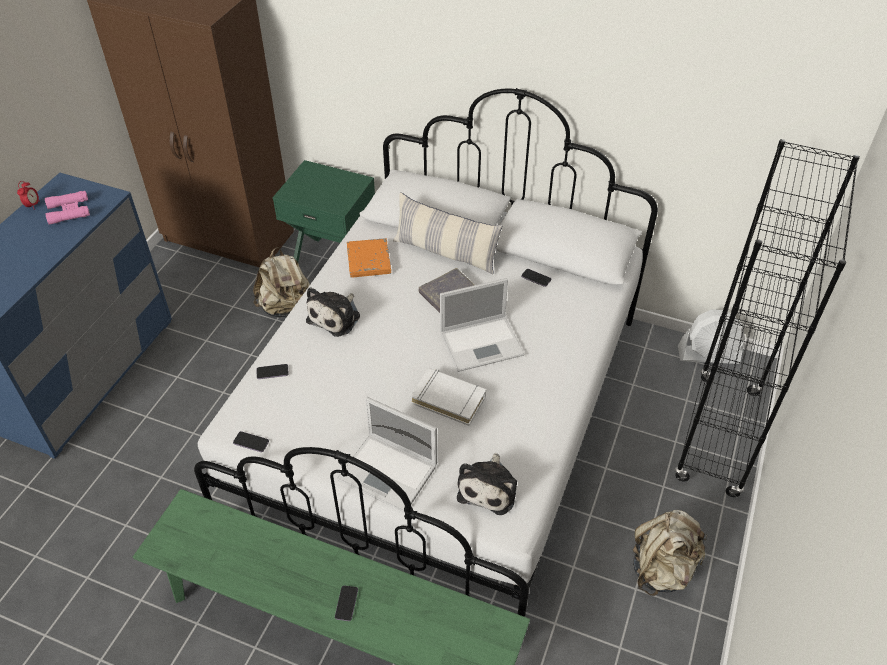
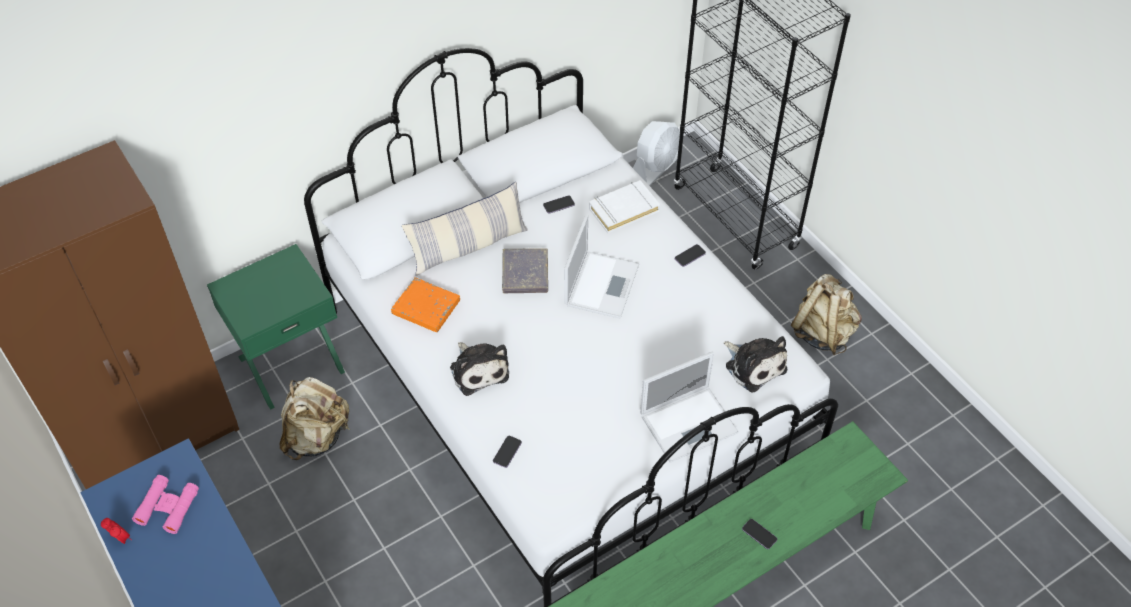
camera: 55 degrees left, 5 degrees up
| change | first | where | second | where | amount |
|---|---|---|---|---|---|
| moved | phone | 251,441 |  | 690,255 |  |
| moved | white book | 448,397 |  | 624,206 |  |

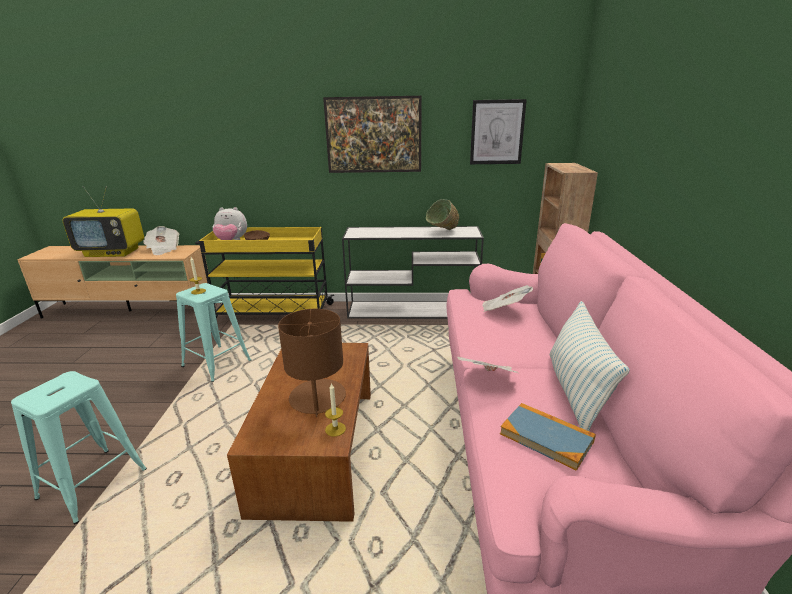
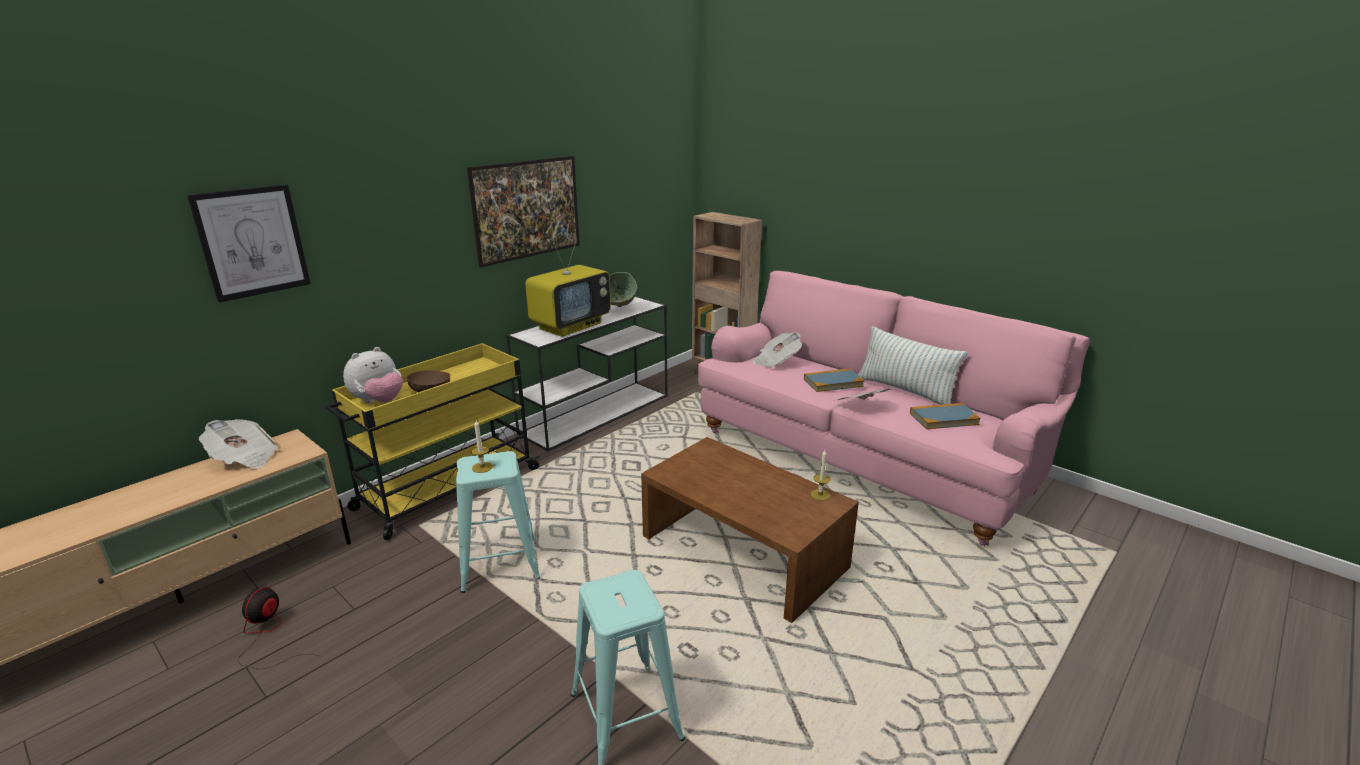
camera: 50 degrees left, 0 degrees up
| change | first | where | second | where | amount |
|---|---|---|---|---|---|
| moved | television | 103,221 |  | 568,288 |  |
| removed | brown table lamp | 312,363 |  |  |  |
| moved | picture | 498,131 |  | 249,243 |  |
| added |  |  | fan | 278,628 |  |
| added |  |  | book | 834,380 |  |

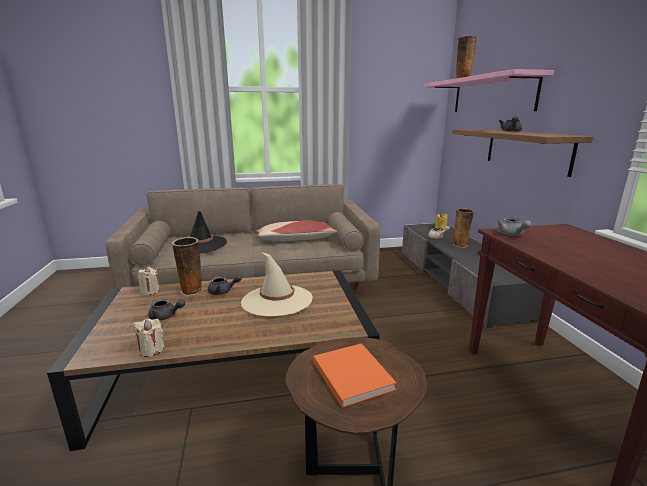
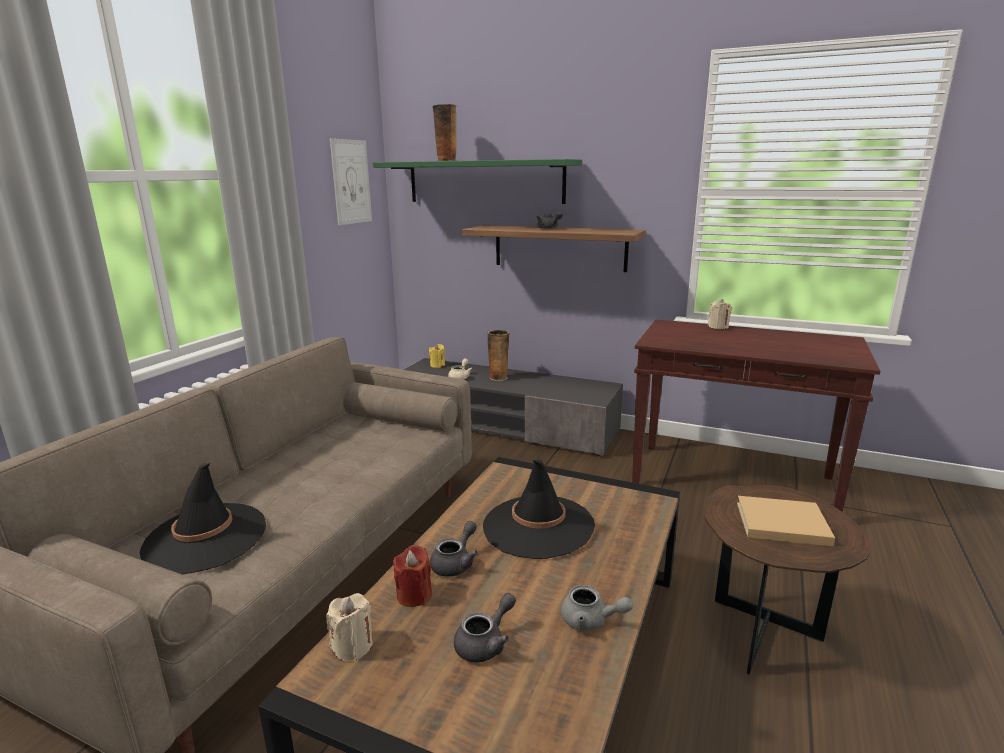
camera: 55 degrees left, 0 degrees up
| change | first | where | second | where | amount |
|---|---|---|---|---|---|
| moved | beige candle | 149,338 |  | 720,314 |  |
| replaced | vase | 187,266 | red candle | 412,576 |  |
| recoloured | beige hat | 277,284 | black hat | 539,509 |  |
| removed | pillow | 297,231 |  |  |  |
| recoloured | orange book | 355,375 | beige book | 786,521 |  |
| recoloured | pink shelf | 489,90 | green shelf | 477,181 |  |
| moved | grey teapot | 514,226 |  | 597,608 |  |
| added |  |  | picture | 351,181 |  |

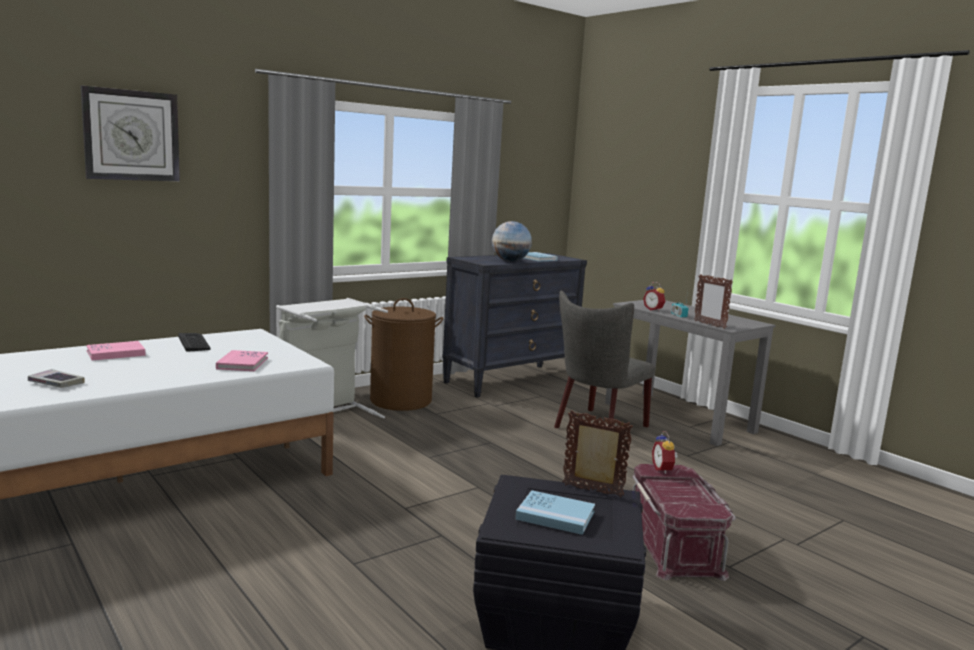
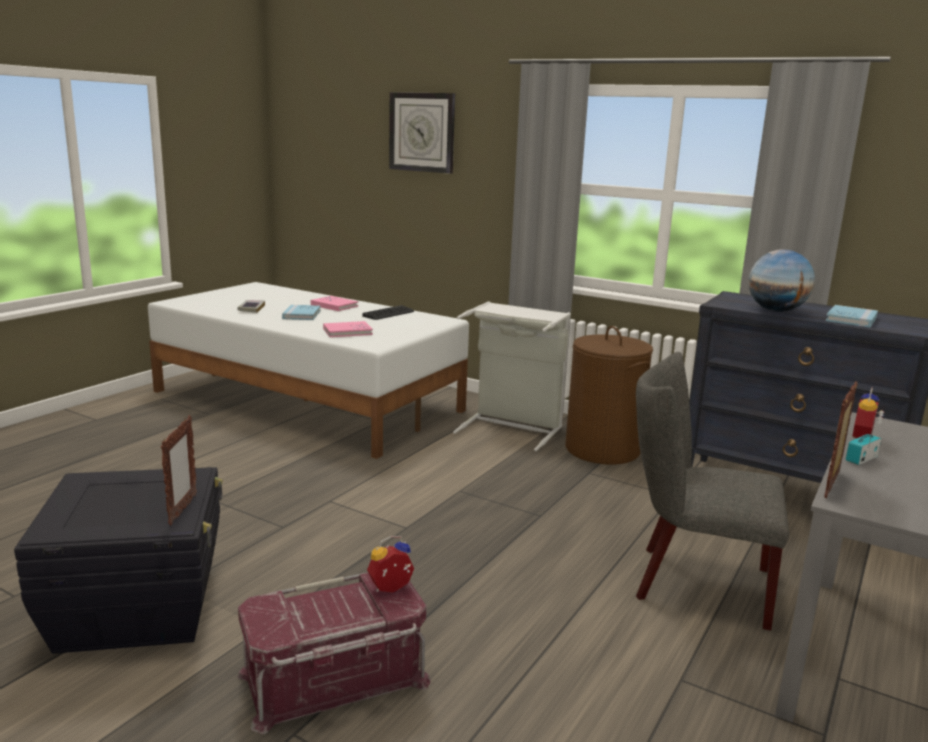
camera: 70 degrees right, 5 degrees up
| change | first | where | second | where | amount |
|---|---|---|---|---|---|
| moved | blue book | 555,512 |  | 301,312 |  |

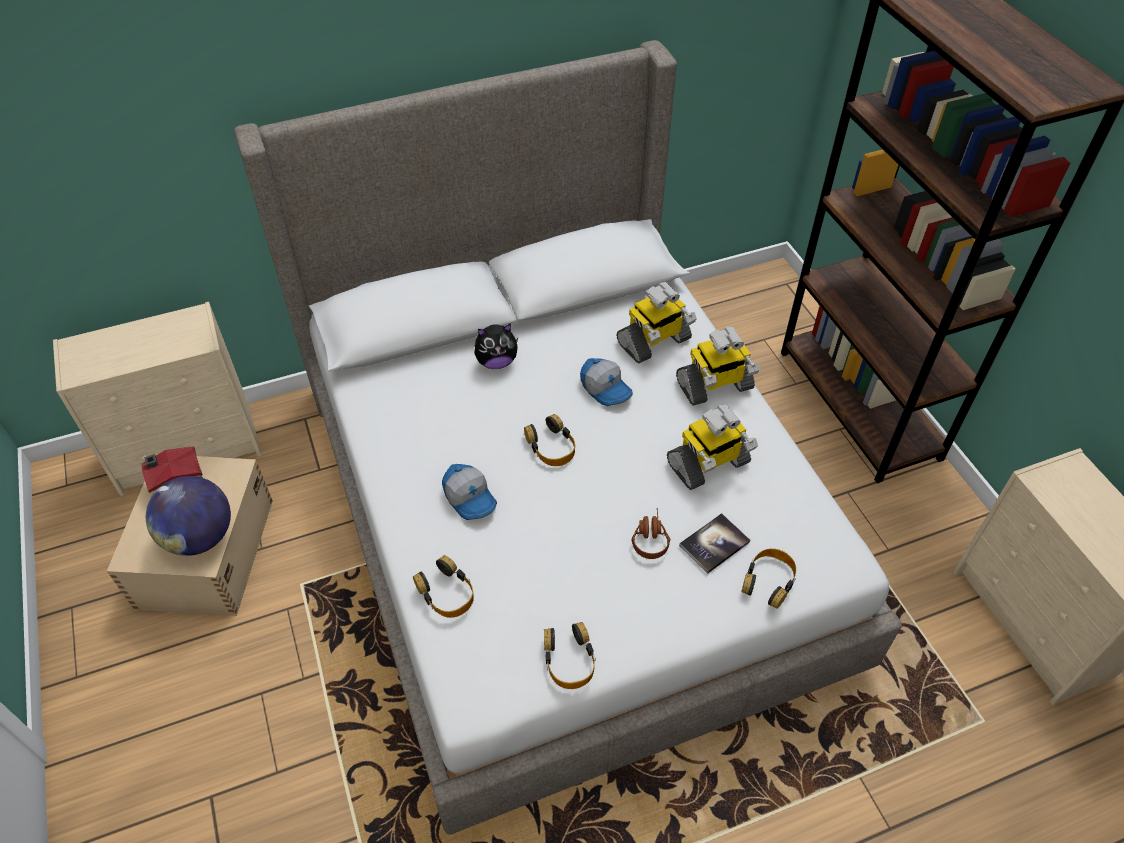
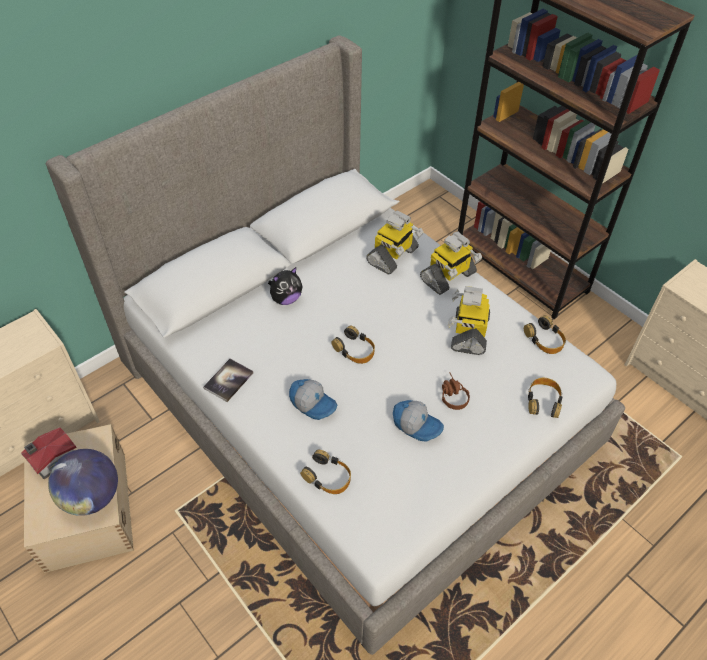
camera: 20 degrees left, 0 degrees up
| change | first | where | second | where | amount |
|---|---|---|---|---|---|
| moved | headphones | 570,655 |  | 545,334 |  |
| moved | cap | 606,382 |  | 418,421 |  |
| turned | toy robot | 712,447 |  | 469,320 | 150 degrees clockwise |
| moved | book | 714,543 |  | 228,380 |  |

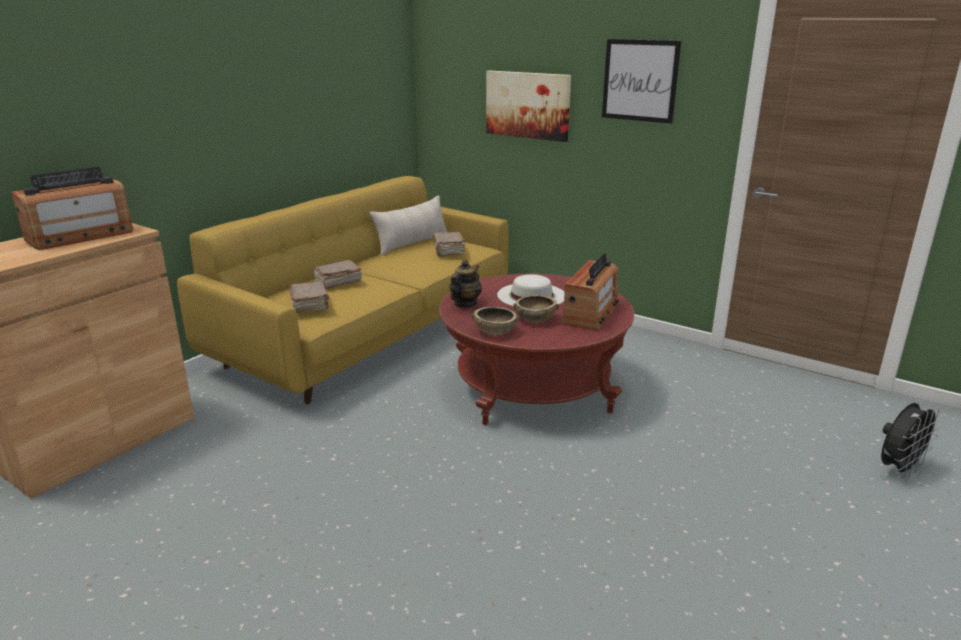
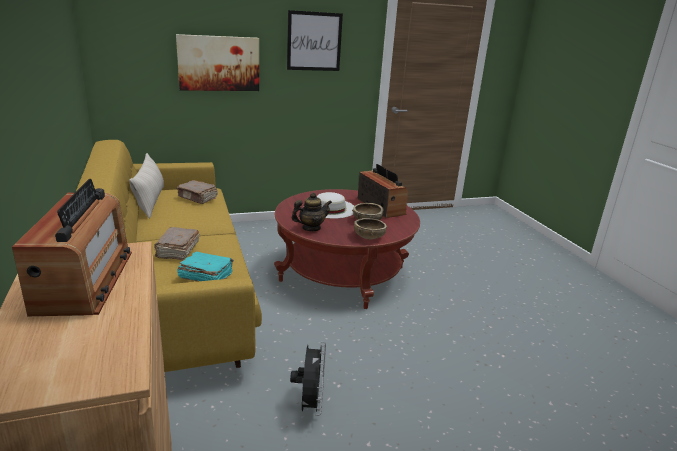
camera: 55 degrees left, 0 degrees up
| change | first | where | second | where | amount |
|---|---|---|---|---|---|
| recoloured | brown book | 309,297 | turquoise book | 205,266 |  |
| turned | teapot | 465,284 |  | 312,211 | 90 degrees clockwise |
| moved | black fan | 912,440 |  | 308,379 |  |

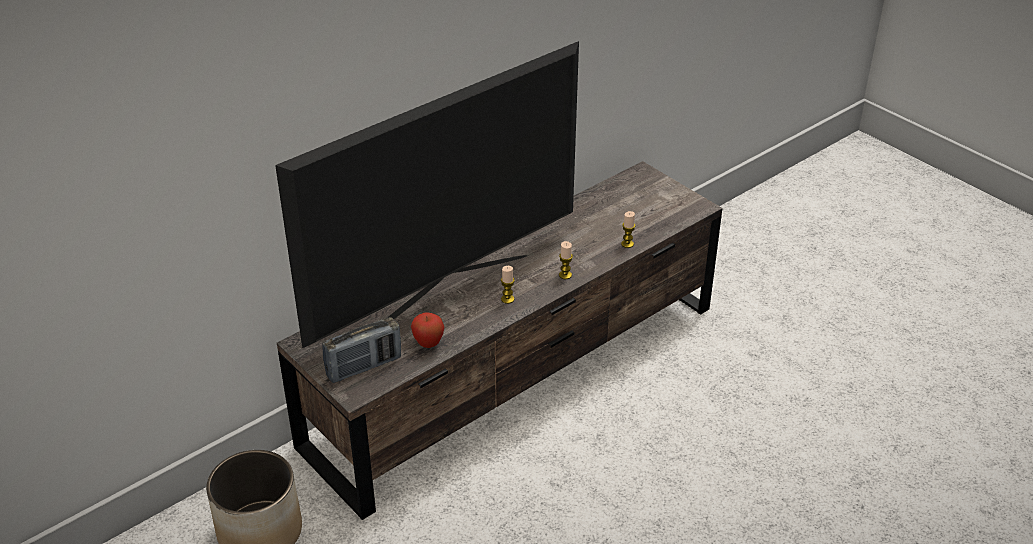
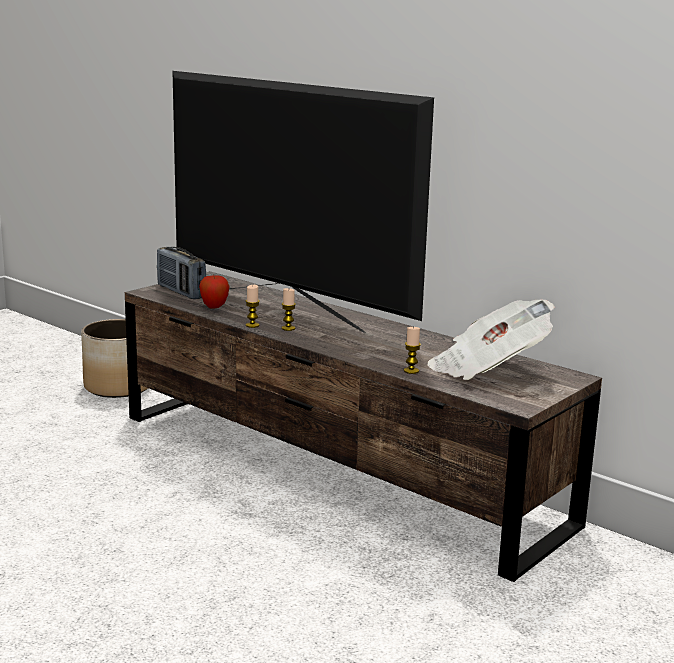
camera: 80 degrees right, 20 degrees down
| change | first | where | second | where | amount |
|---|---|---|---|---|---|
| moved | candle | 566,260 |  | 253,306 |  |
| added |  |  | newspaper | 491,339 |  |

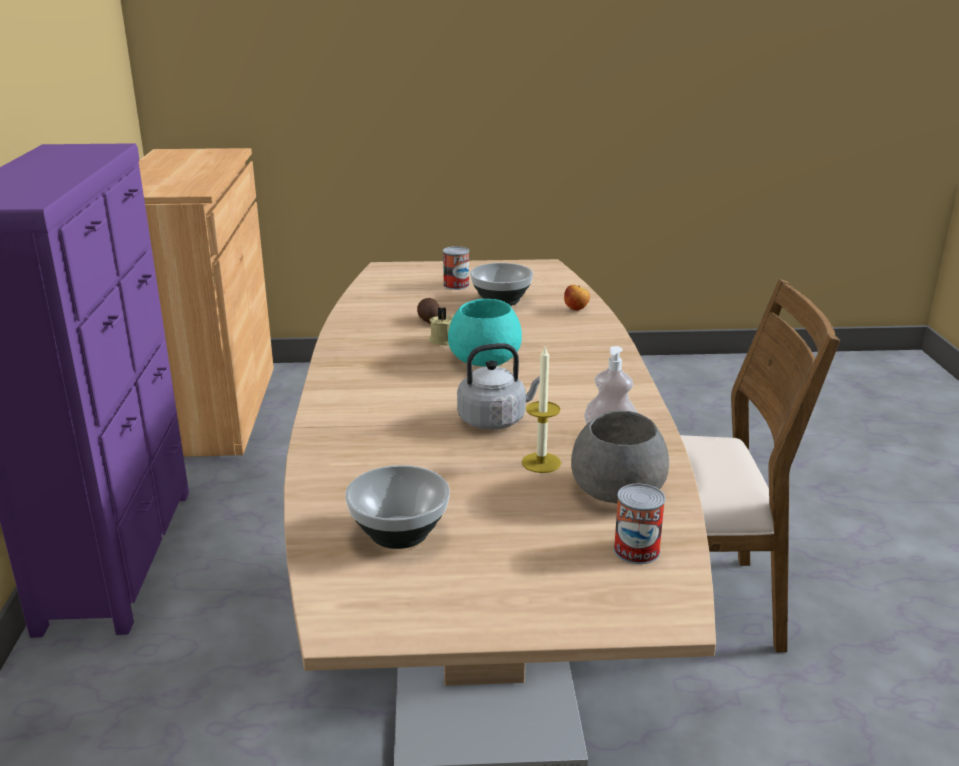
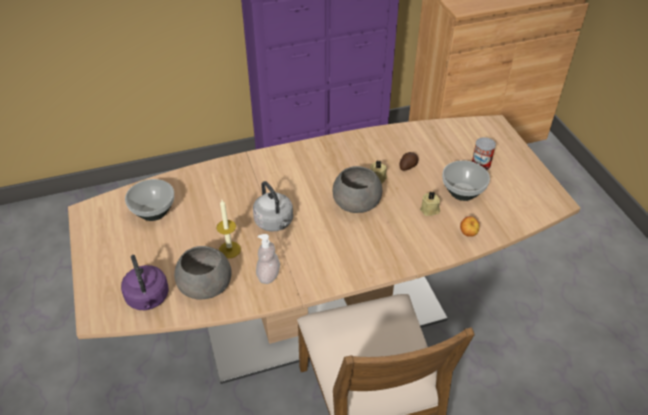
camera: 75 degrees right, 20 degrees up
| change | first | where | second | where | amount |
|---|---|---|---|---|---|
| recoloured | turquoise bowl | 485,333 | grey bowl | 357,189 |  |
| replaced | can | 639,523 | purple kettle | 145,282 |  |
| added |  |  | beige candle | 430,204 |  |

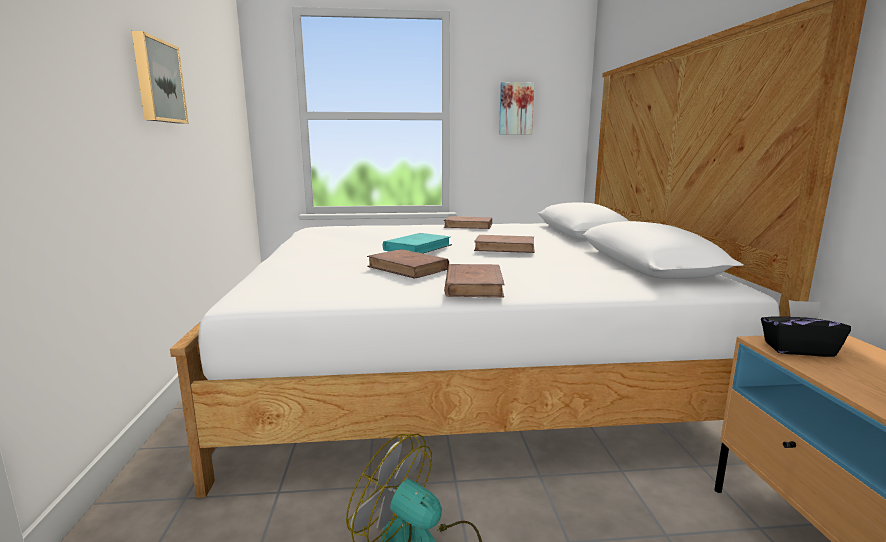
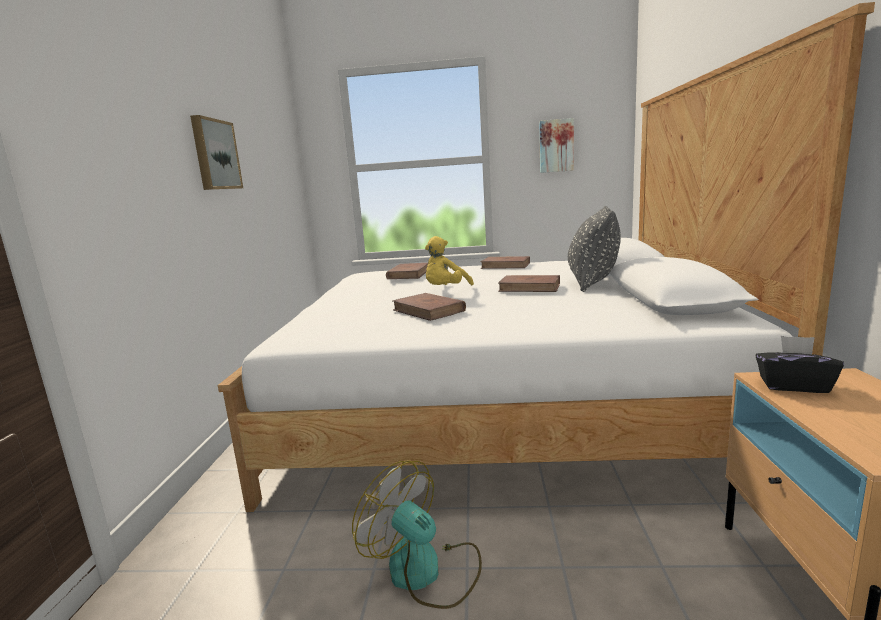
camera: 10 degrees right, 0 degrees up
| change | first | where | second | where | amount |
|---|---|---|---|---|---|
| replaced | turquoise book | 417,243 | yellow plush toy | 449,261 |  |
| moved | brown book | 474,281 |  | 407,271 |  |
| added |  |  | grey pillow | 594,249 |  |

